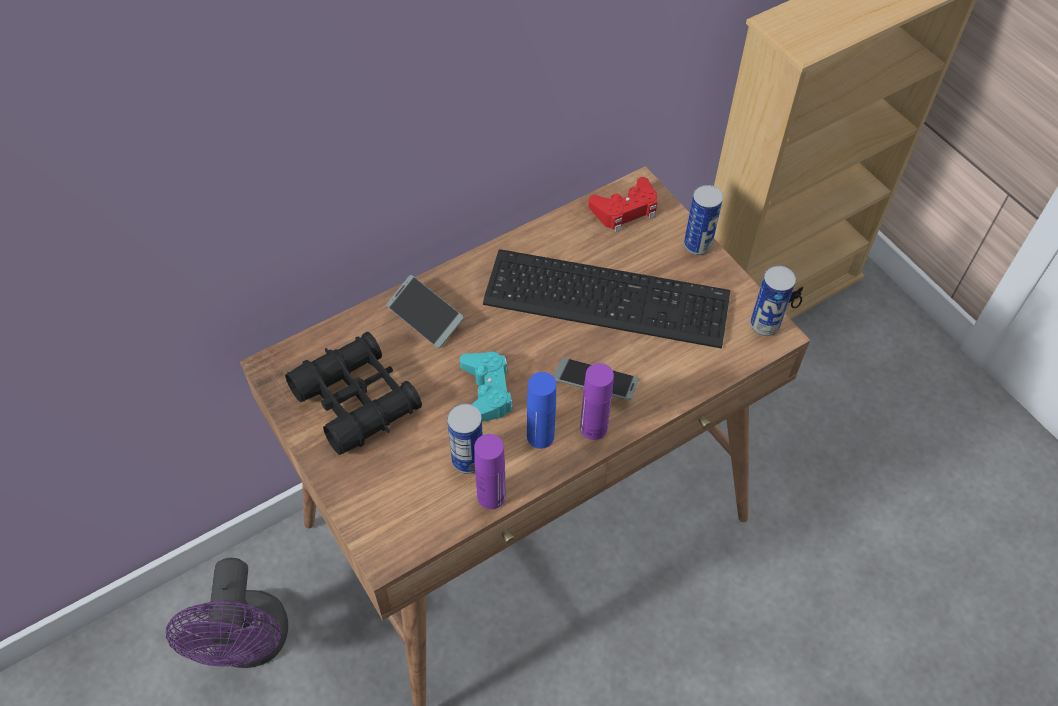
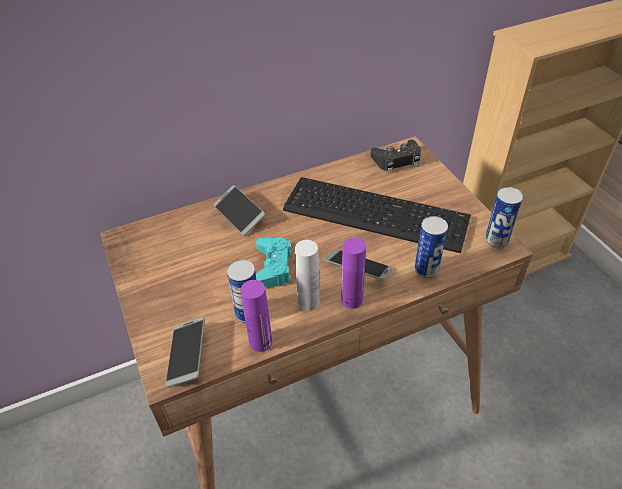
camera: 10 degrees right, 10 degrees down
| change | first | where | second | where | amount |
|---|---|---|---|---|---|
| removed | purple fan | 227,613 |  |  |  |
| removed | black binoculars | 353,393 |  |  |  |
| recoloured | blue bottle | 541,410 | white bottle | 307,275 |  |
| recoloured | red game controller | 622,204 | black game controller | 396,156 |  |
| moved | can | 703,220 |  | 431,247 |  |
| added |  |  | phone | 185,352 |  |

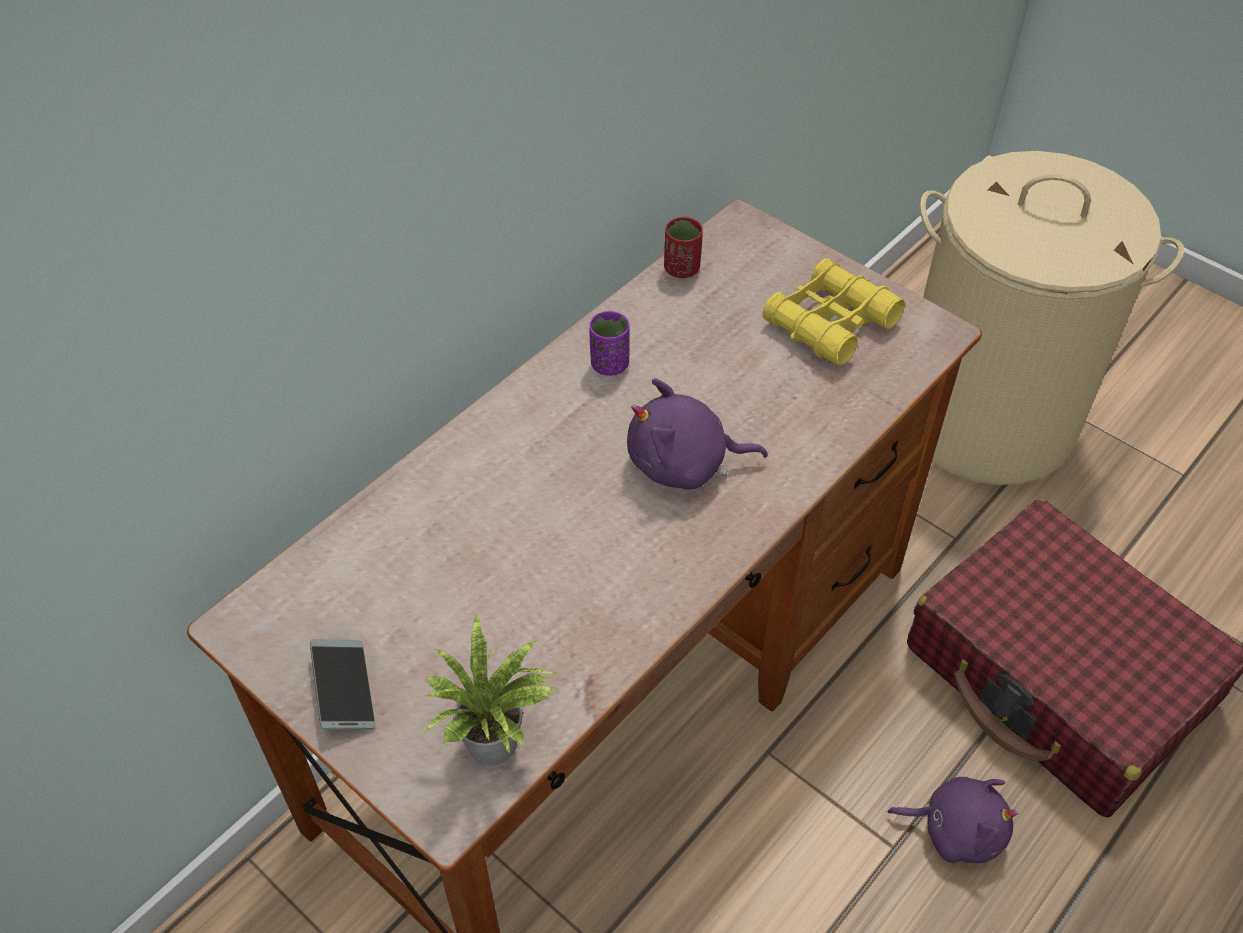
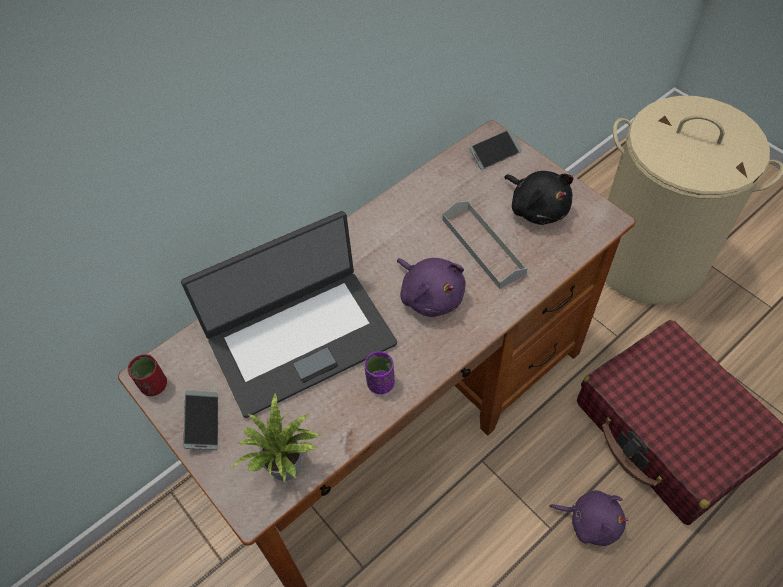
camera: 10 degrees right, 5 degrees up
| change | first | where | second | where | amount |
|---|---|---|---|---|---|
| moved | purple cup | 609,343 |  | 379,372 |  |
| turned | purple plush toy | 697,434 |  | 431,287 | 135 degrees counterclockwise |
| moved | red cup | 683,247 |  | 147,375 |  |
| replaced | yellow binoculars | 833,311 | black plush toy | 538,198 |  |
| added |  |  | laptop | 289,314 |  |
| added |  |  | grey tray | 485,245 |  |
| added |  |  | phone | 495,150 |  |

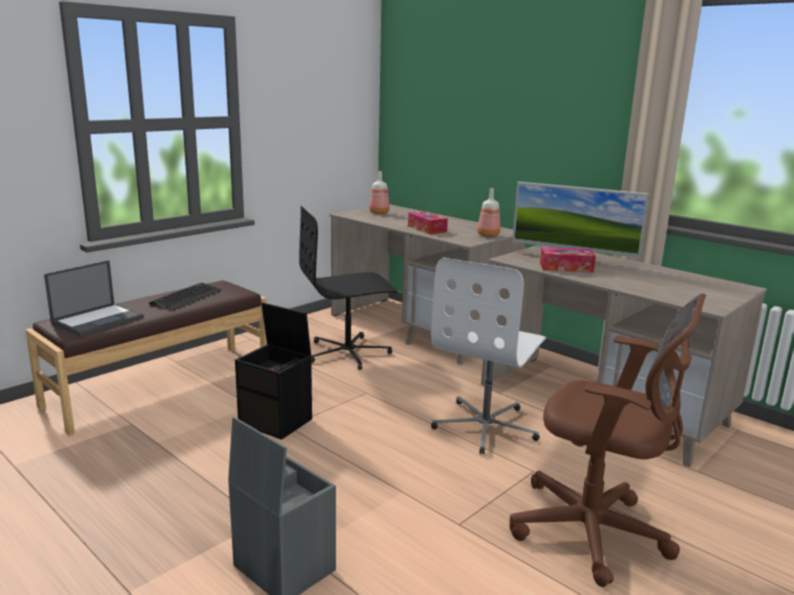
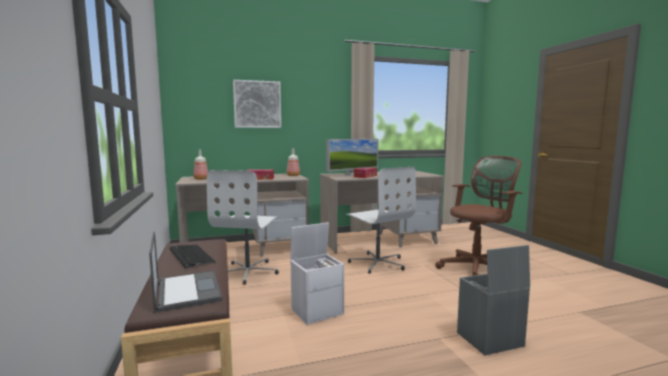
camera: 60 degrees left, 10 degrees down
| change | first | where | second | where | amount |
|---|---|---|---|---|---|
| recoloured | black storage box | 273,371 | white storage box | 317,273 |  |
| recoloured | black office chair | 348,288 | white office chair | 243,227 |  |
| added |  |  | picture | 257,104 |  |

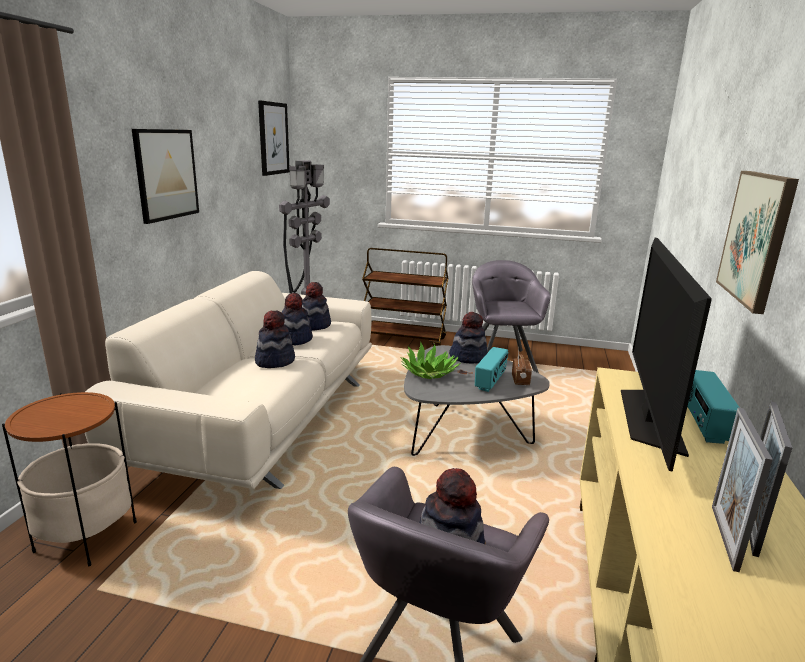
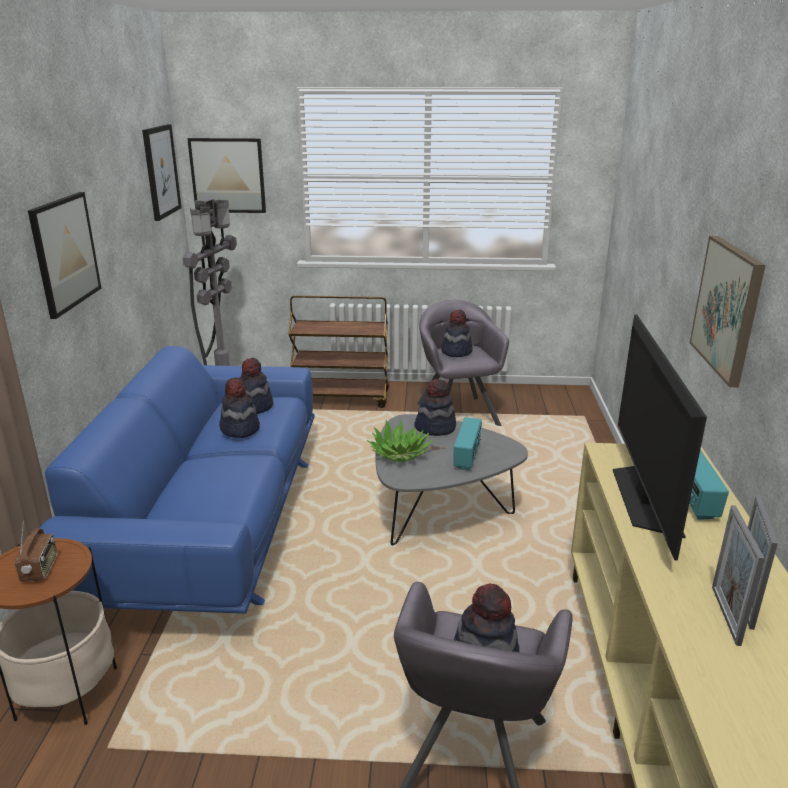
camera: 10 degrees left, 5 degrees up
| change | first | where | second | where | amount |
|---|---|---|---|---|---|
| recoloured | beige sofa | 228,380 | blue sofa | 175,480 |  |
| moved | hat | 275,339 |  | 457,333 |  |
| moved | radio | 522,365 |  | 36,551 |  |
| added |  |  | picture | 226,175 |  |

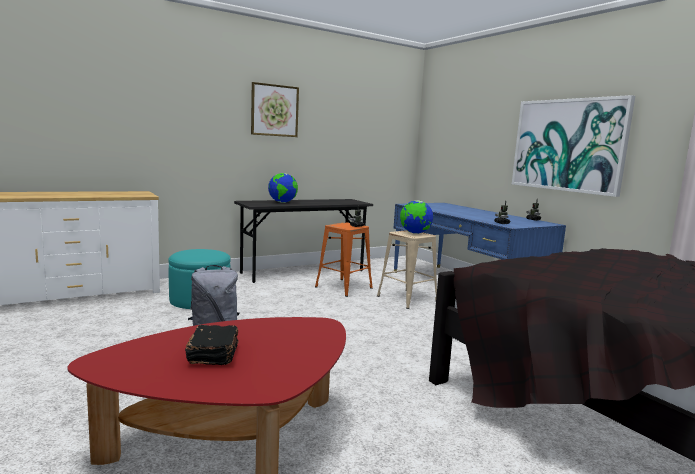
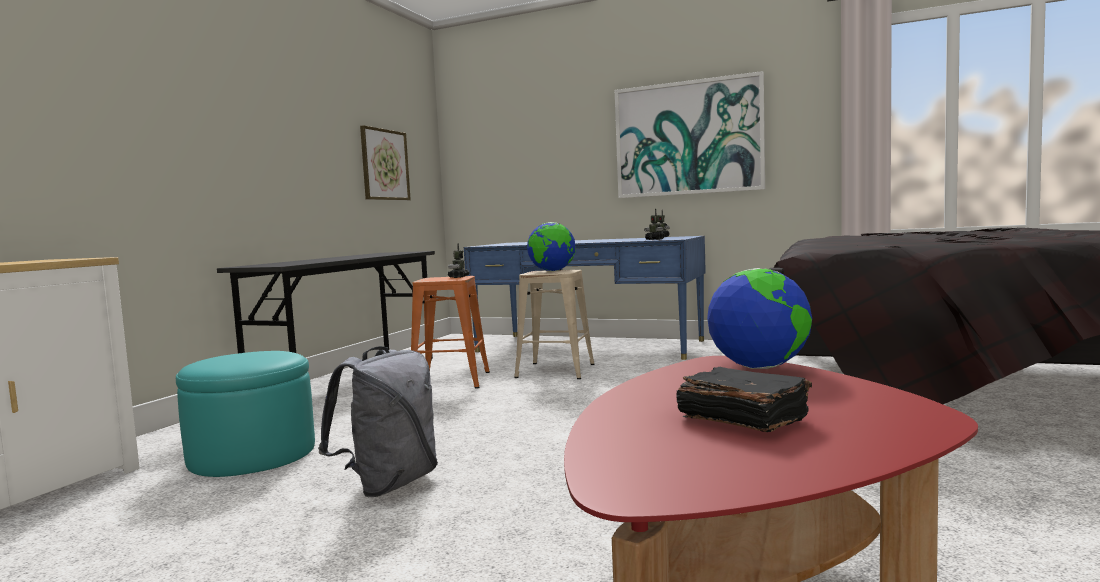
camera: 35 degrees left, 5 degrees down
| change | first | where | second | where | amount |
|---|---|---|---|---|---|
| moved | picture | 275,109 |  | 385,162 |  |
| moved | globe | 283,188 |  | 759,318 |  |

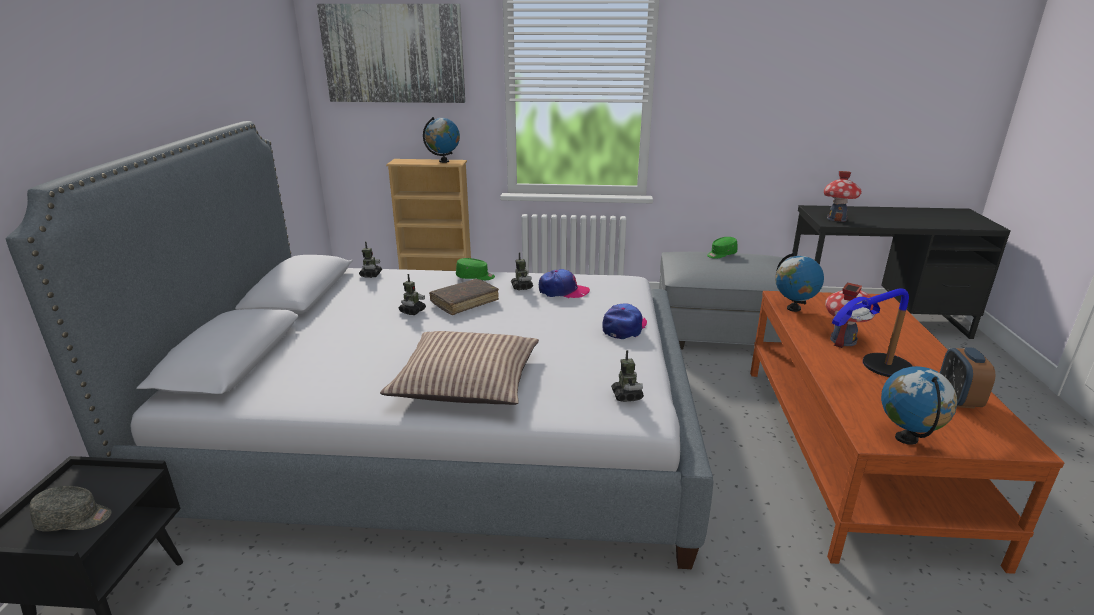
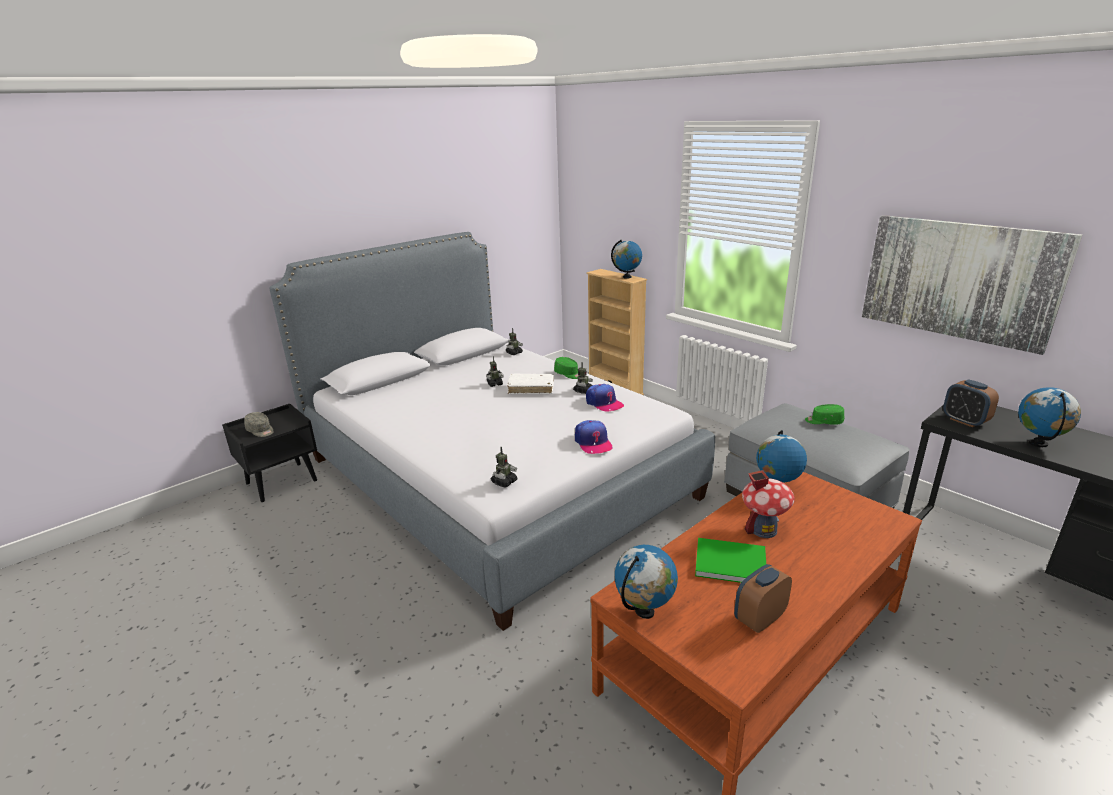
camera: 45 degrees right, 0 degrees up
| change | first | where | second | where | amount |
|---|---|---|---|---|---|
| moved | picture | 391,53 |  | 972,285 |  |
| removed | pillow | 459,368 |  |  |  |
| recoloured | brown book | 464,297 | white book | 530,384 |  |
| turned | cap | 624,321 |  | 594,437 | 90 degrees clockwise |
| replaced | toy house | 843,196 | alarm clock | 971,403 |  |
| replaced | table lamp | 872,332 | green book | 730,560 |  |
| added |  |  | globe | 1049,417 |  |

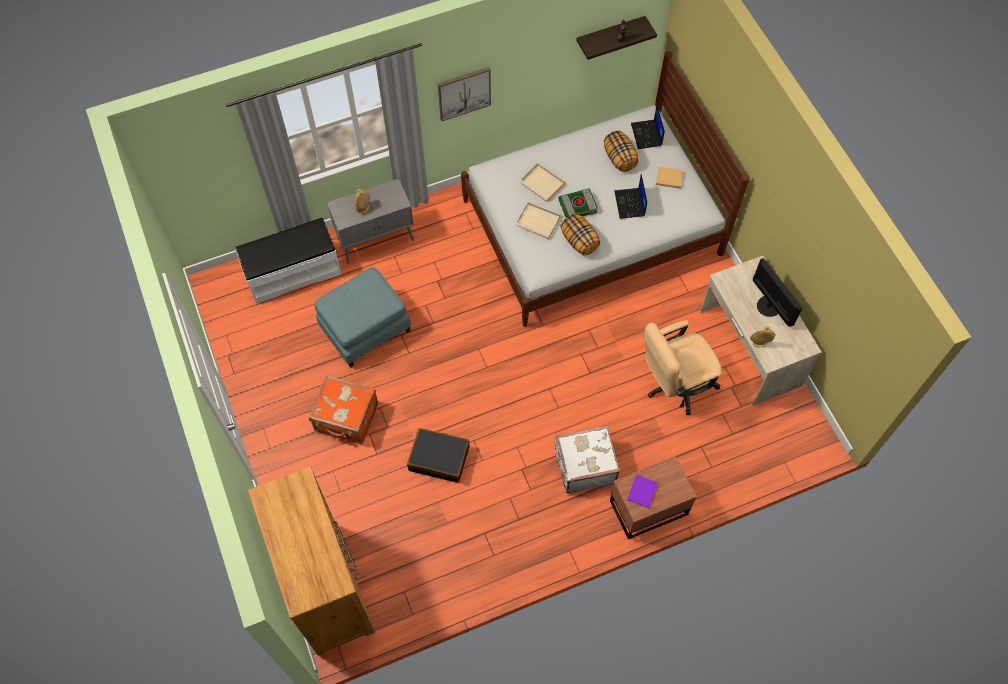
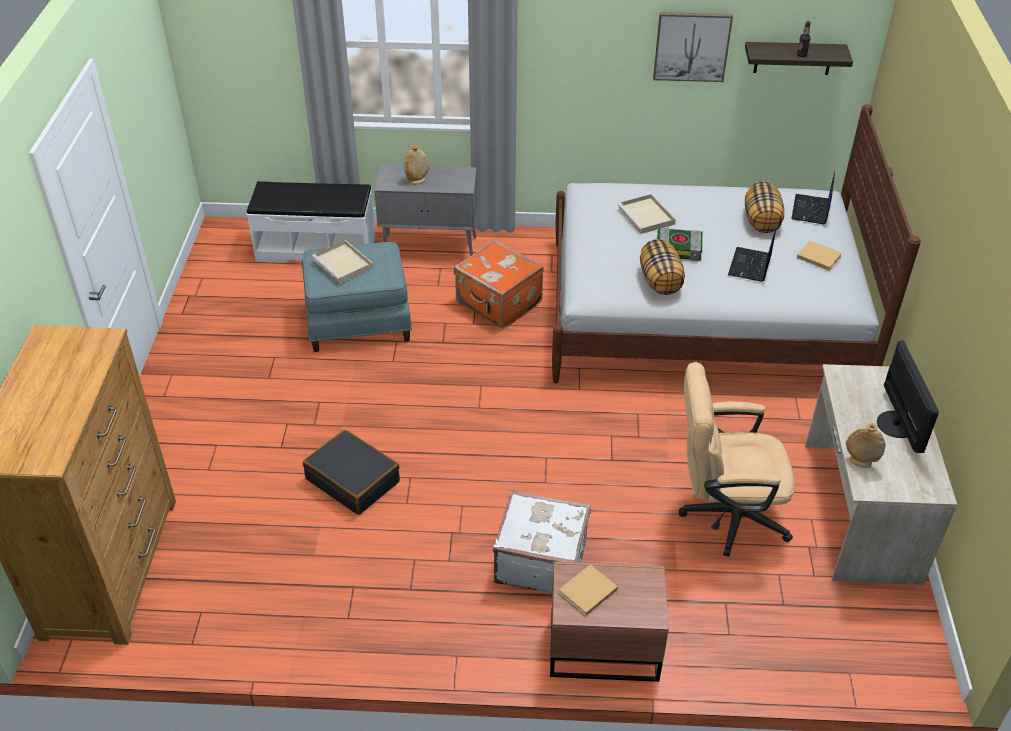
camera: 25 degrees right, 20 degrees down
| change | first | where | second | where | amount |
|---|---|---|---|---|---|
| moved | orange suitcase | 343,409 |  | 499,284 |  |
| moved | picture | 464,94 |  | 693,47 |  |
| moved | beige tray | 538,220 |  | 342,261 |  |
| recoloured | purple book | 642,491 | beige book | 588,590 |  |

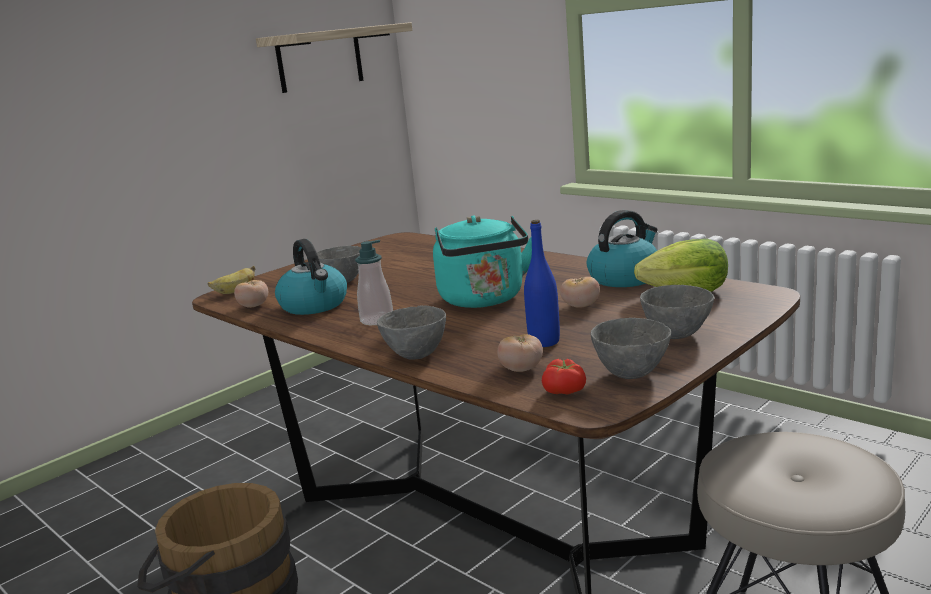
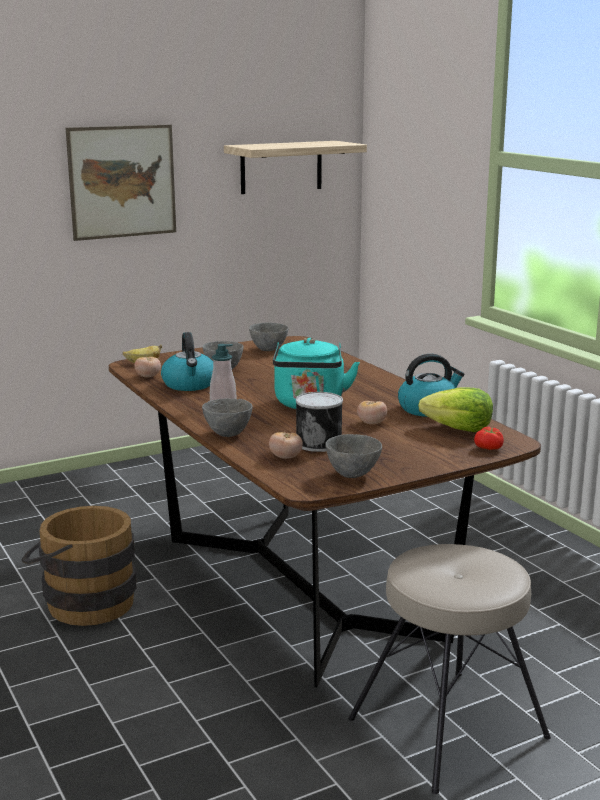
camera: 15 degrees right, 0 degrees up
| change | first | where | second | where | amount |
|---|---|---|---|---|---|
| replaced | blue bottle | 542,283 | can | 319,422 |  |
| moved | tomato | 564,377 |  | 489,438 |  |
| moved | grey bowl | 677,312 |  | 269,337 |  |
| added |  |  | picture | 121,183 |  |

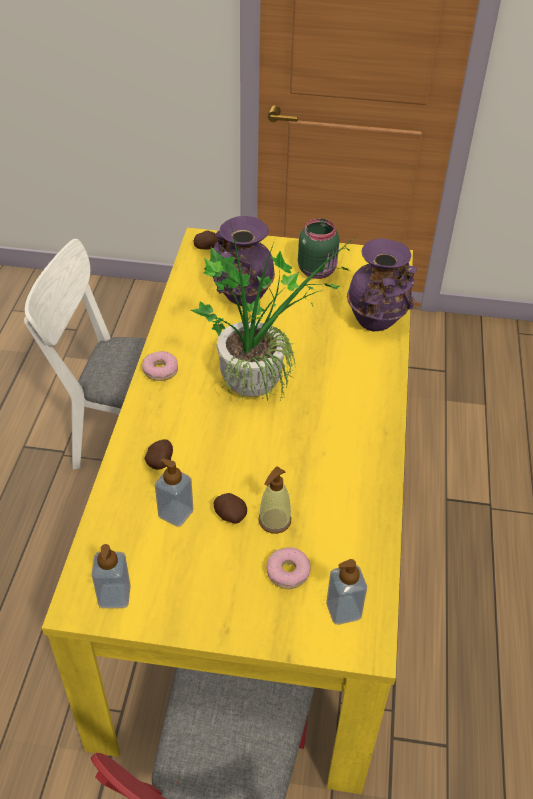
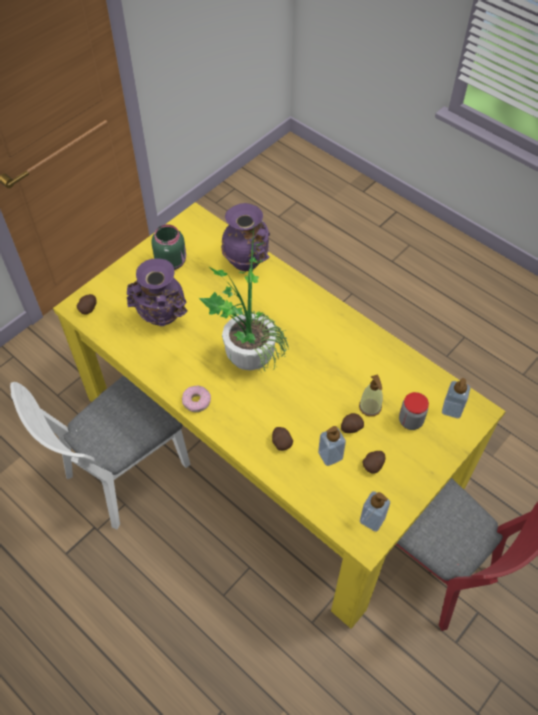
camera: 55 degrees left, 10 degrees up
| change | first | where | second | where | amount |
|---|---|---|---|---|---|
| replaced | donut | 288,568 | jar | 414,411 |  |
| added |  |  | potato | 373,462 |  |

